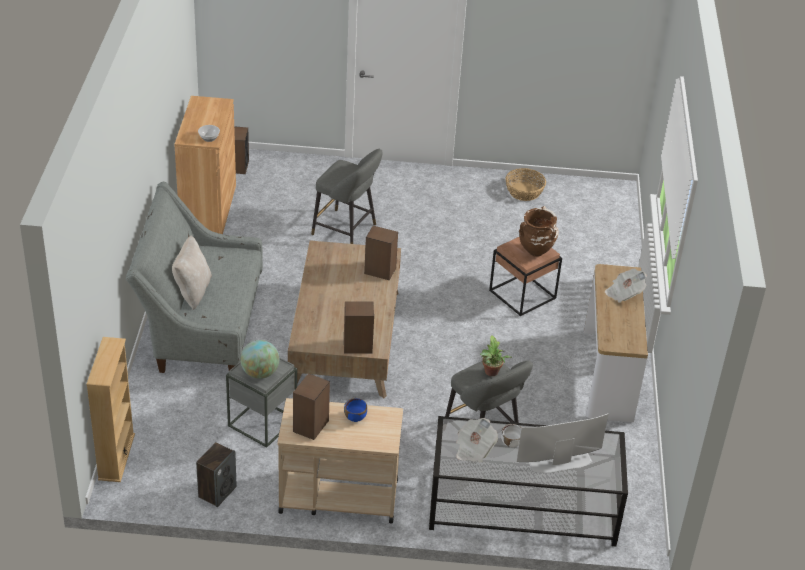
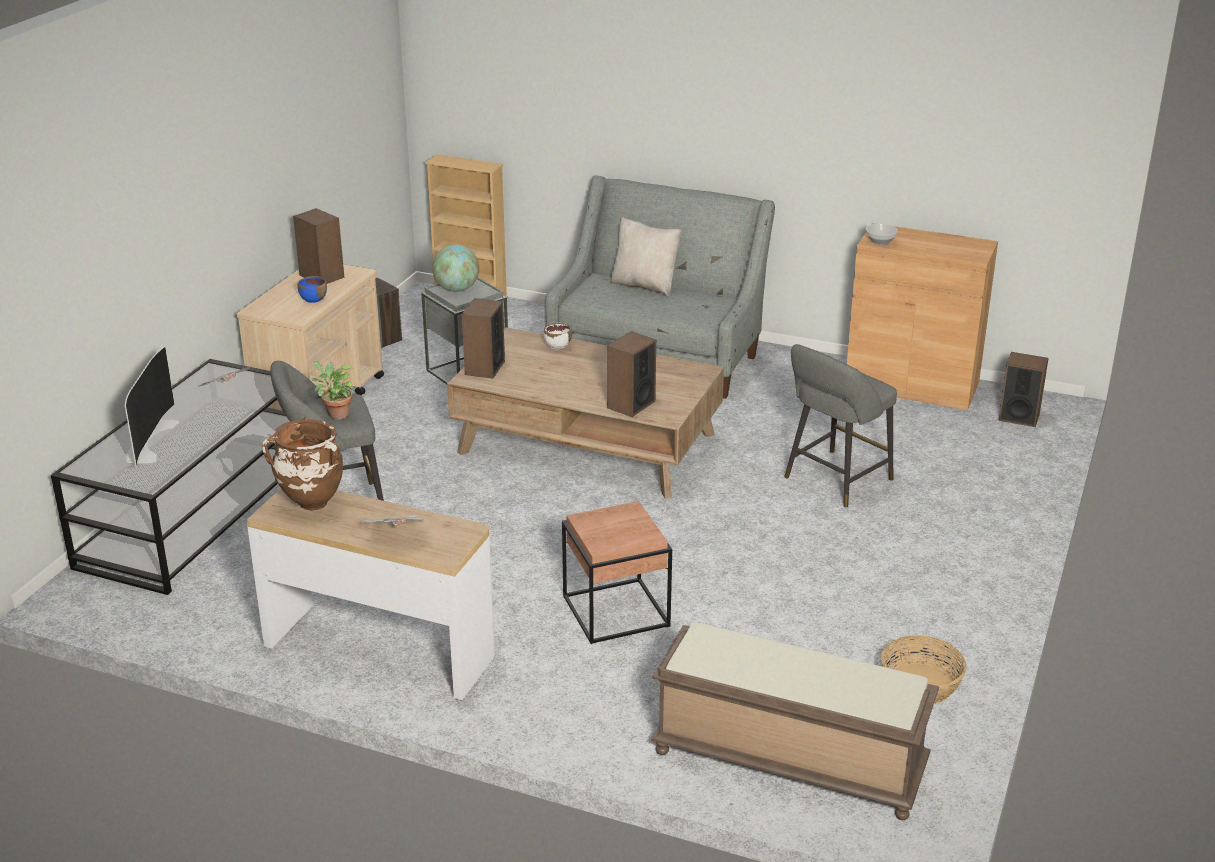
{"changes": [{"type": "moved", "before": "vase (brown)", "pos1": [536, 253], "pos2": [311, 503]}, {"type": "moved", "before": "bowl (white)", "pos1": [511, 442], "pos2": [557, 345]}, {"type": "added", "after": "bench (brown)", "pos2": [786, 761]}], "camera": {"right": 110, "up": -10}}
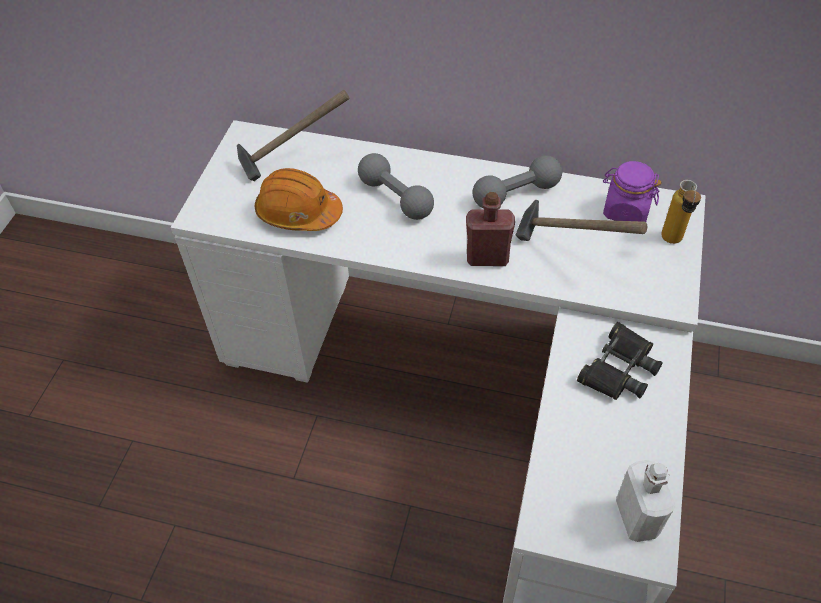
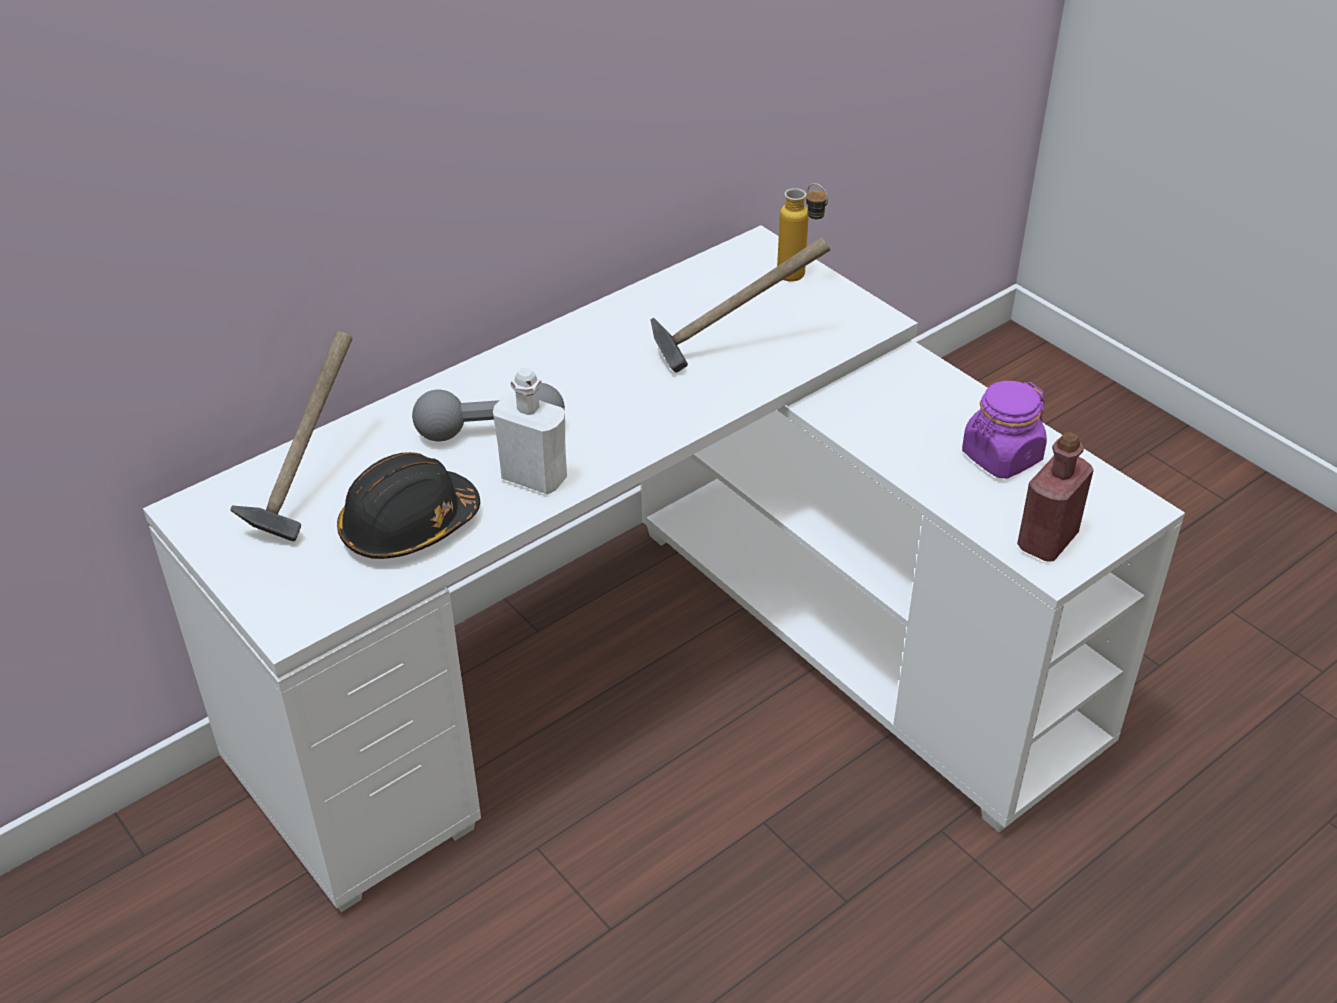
{"changes": [{"type": "removed", "before": "dumbbell (grey)", "pos1": [516, 194]}, {"type": "moved", "before": "jar (purple)", "pos1": [625, 210], "pos2": [1001, 457]}, {"type": "recoloured", "before": "hard hat (orange)", "after": "hard hat (black)", "pos1": [298, 213], "pos2": [409, 526]}, {"type": "moved", "before": "bottle (red)", "pos1": [487, 258], "pos2": [1047, 541]}, {"type": "removed", "before": "binoculars (black)", "pos1": [619, 368]}, {"type": "moved", "before": "bottle (white)", "pos1": [637, 517], "pos2": [534, 478]}], "camera": {"right": -55, "up": -10}}
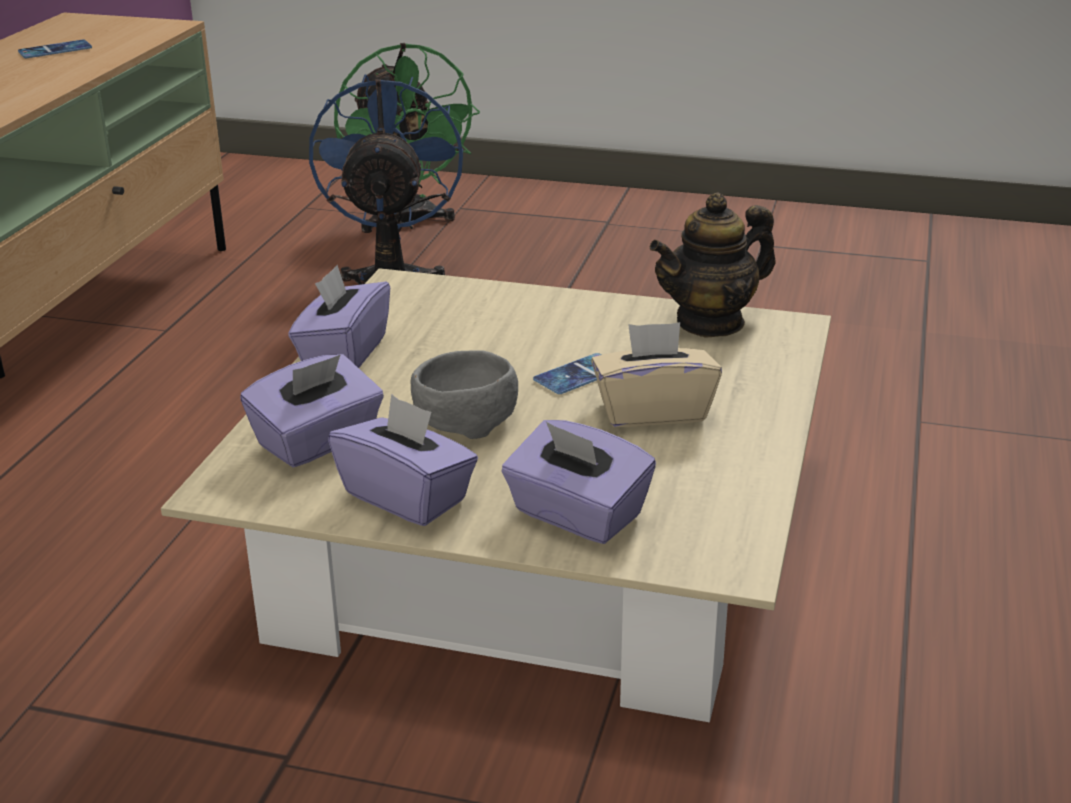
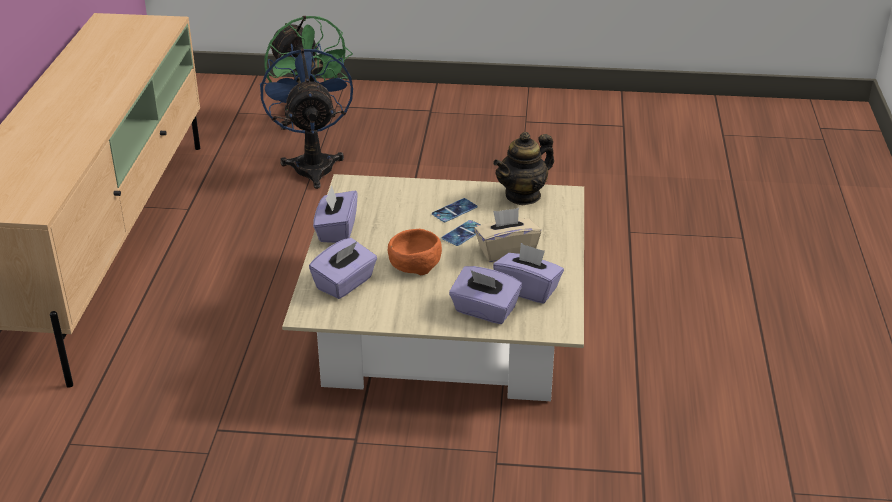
{"changes": [{"type": "moved", "before": "phone", "pos1": [55, 50], "pos2": [454, 210]}, {"type": "recoloured", "before": "bowl (grey)", "after": "bowl (orange)", "pos1": [463, 420], "pos2": [413, 265]}, {"type": "moved", "before": "tissue box (purple)", "pos1": [407, 496], "pos2": [527, 290]}], "camera": {"right": -10, "up": 5}}
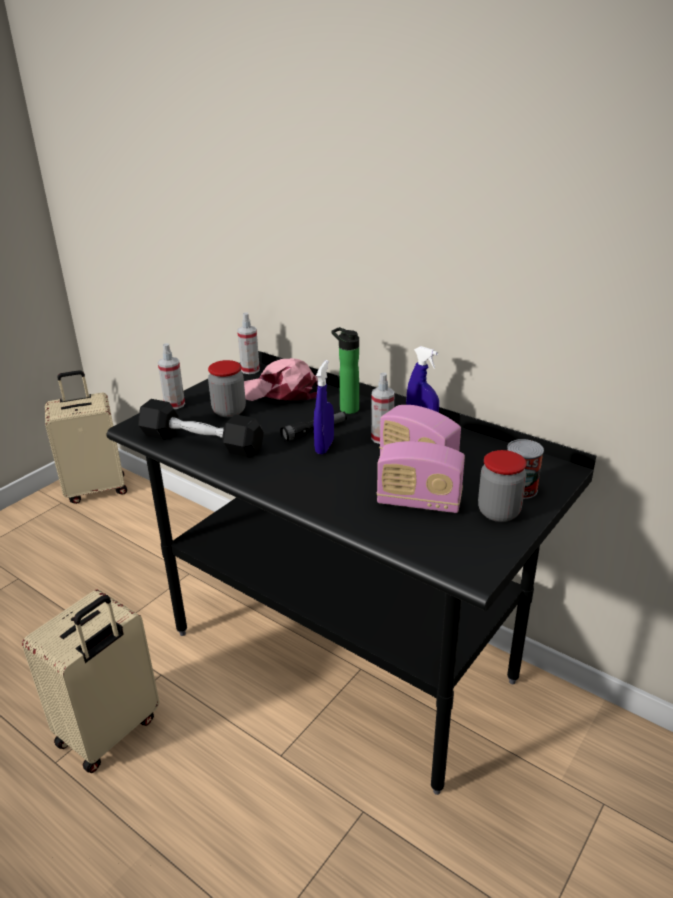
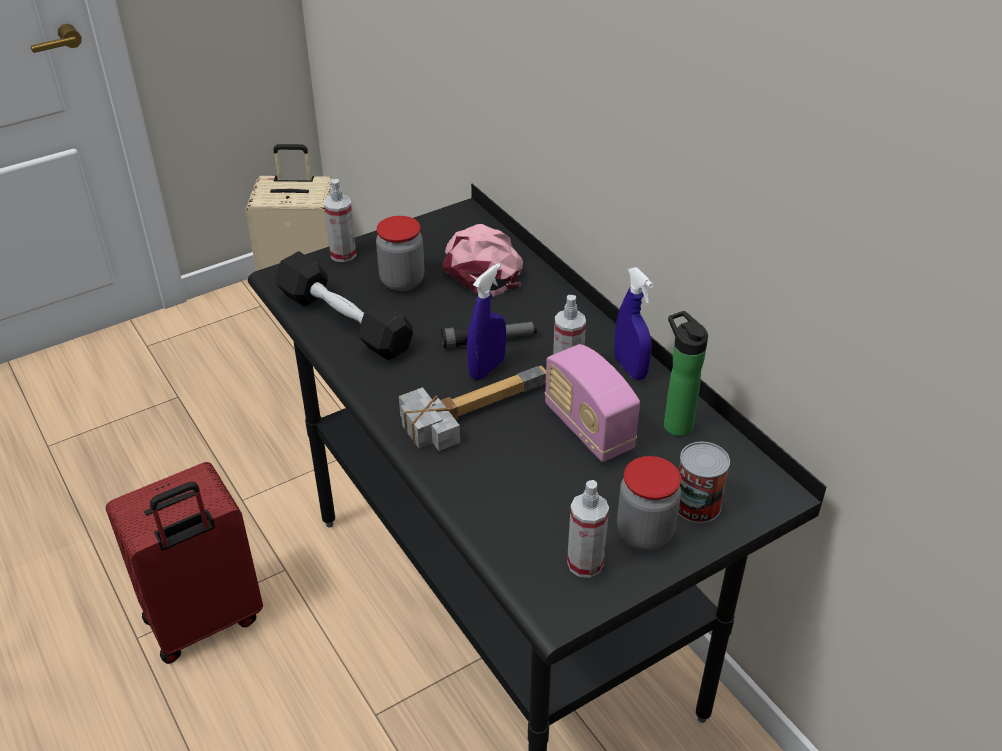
{"changes": [{"type": "moved", "before": "spray bottle", "pos1": [250, 370], "pos2": [585, 563]}, {"type": "moved", "before": "bottle", "pos1": [347, 408], "pos2": [675, 423]}, {"type": "turned", "before": "cap (pink)", "pos1": [281, 392], "pos2": [482, 266], "turn": 45}, {"type": "removed", "before": "radio", "pos1": [419, 502]}, {"type": "recoloured", "before": "suitcase (beige)", "after": "suitcase (red)", "pos1": [110, 732], "pos2": [204, 622]}, {"type": "added", "after": "hammer", "pos2": [468, 407]}], "camera": {"right": 20, "up": 10}}
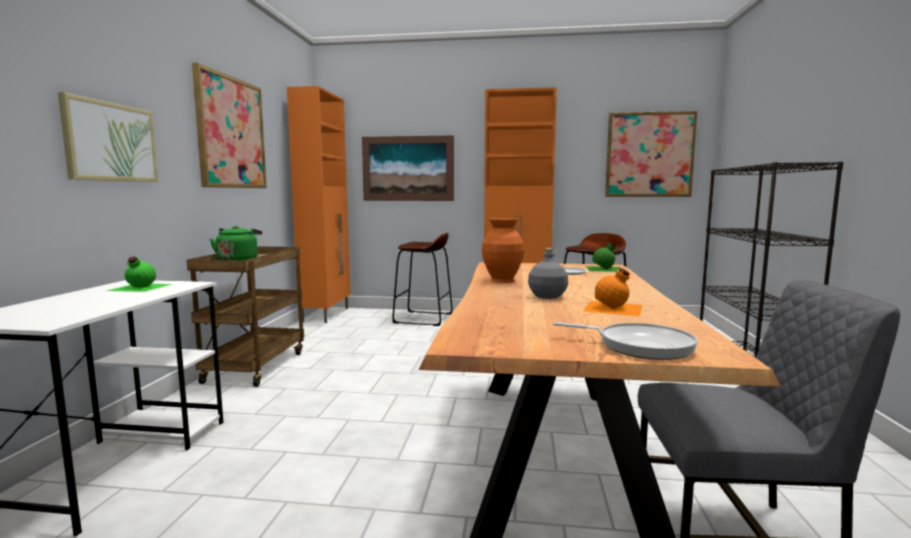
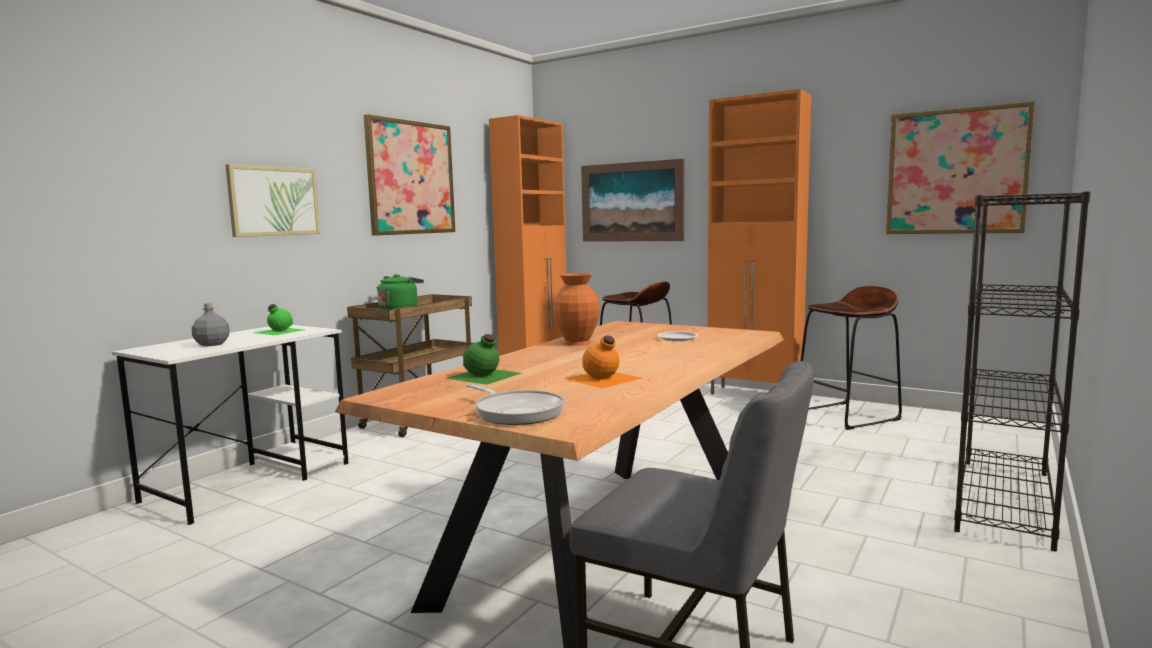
{"changes": [{"type": "moved", "before": "bottle (green)", "pos1": [605, 269], "pos2": [484, 376]}, {"type": "moved", "before": "bottle (grey)", "pos1": [547, 296], "pos2": [211, 344]}], "camera": {"right": 25, "up": 0}}
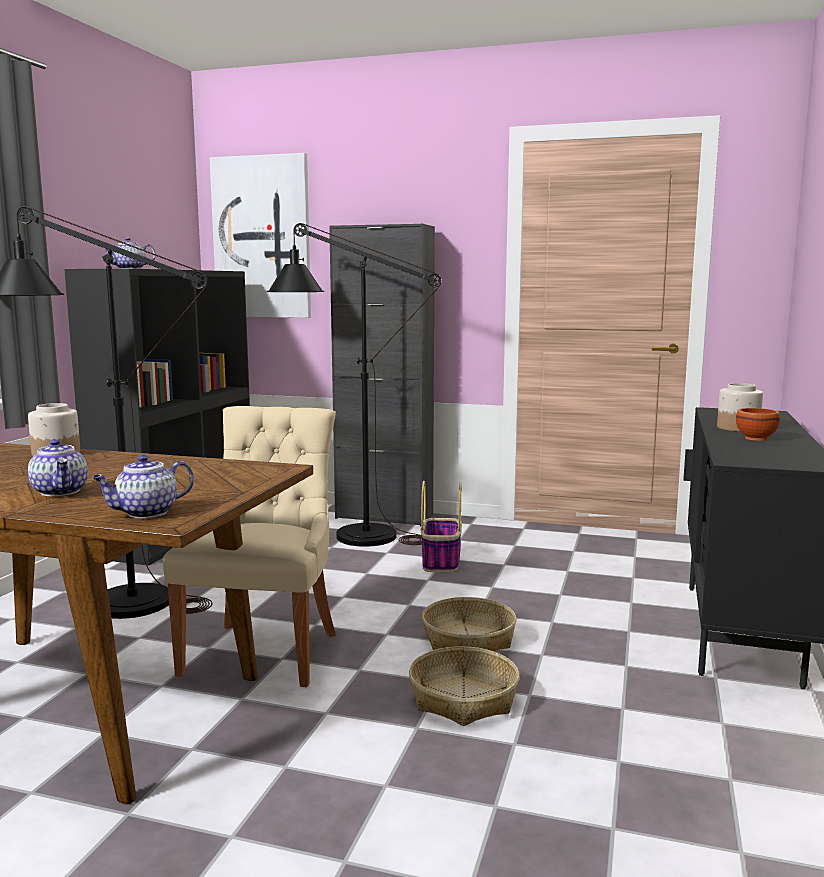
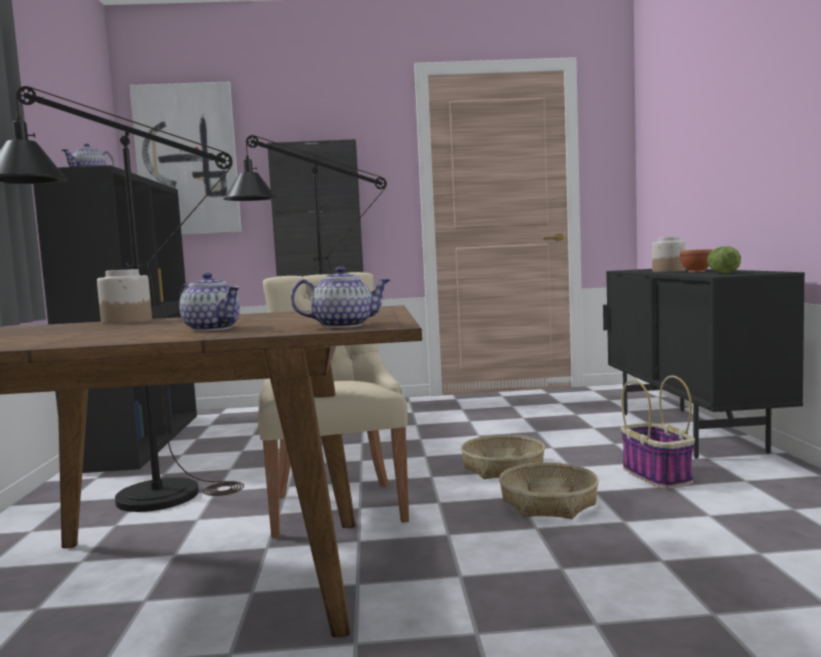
{"changes": [{"type": "turned", "before": "teapot", "pos1": [145, 513], "pos2": [344, 325], "turn": -135}, {"type": "moved", "before": "basket", "pos1": [441, 562], "pos2": [658, 476]}, {"type": "added", "after": "lettuce", "pos2": [721, 273]}], "camera": {"right": -20, "up": -5}}
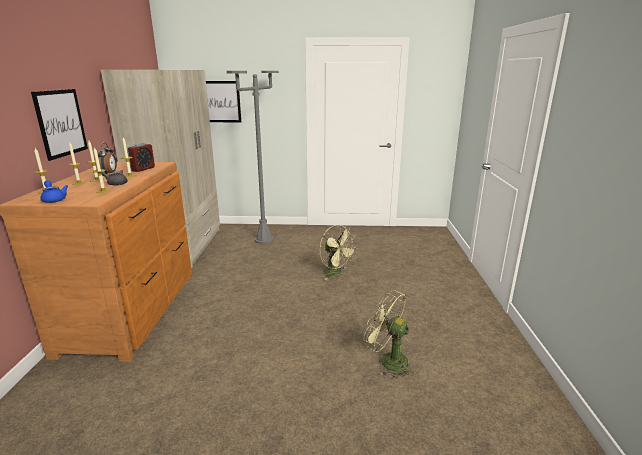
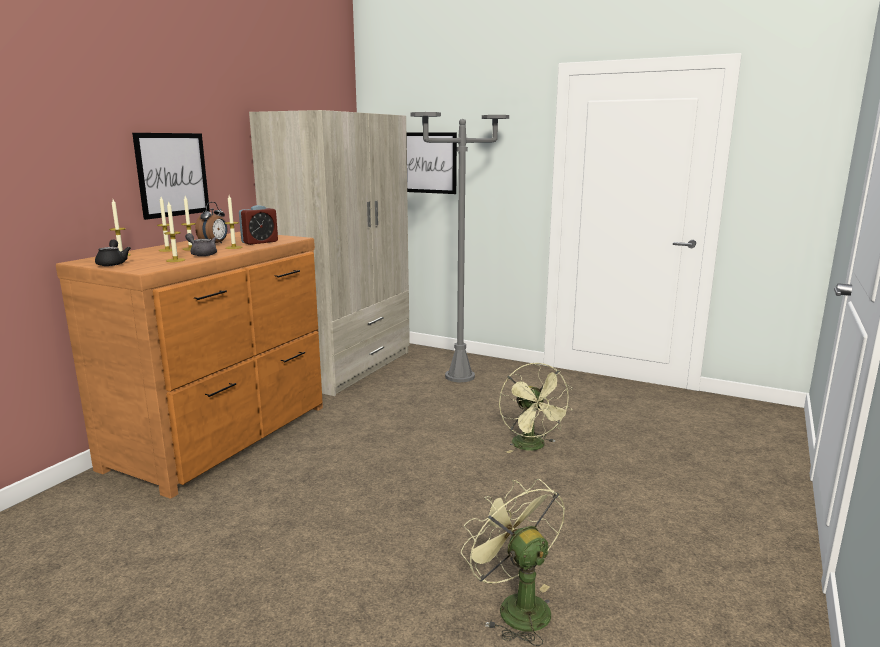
{"changes": [{"type": "recoloured", "before": "teapot (blue)", "after": "teapot (black)", "pos1": [54, 199], "pos2": [113, 263]}], "camera": {"right": 25, "up": -5}}
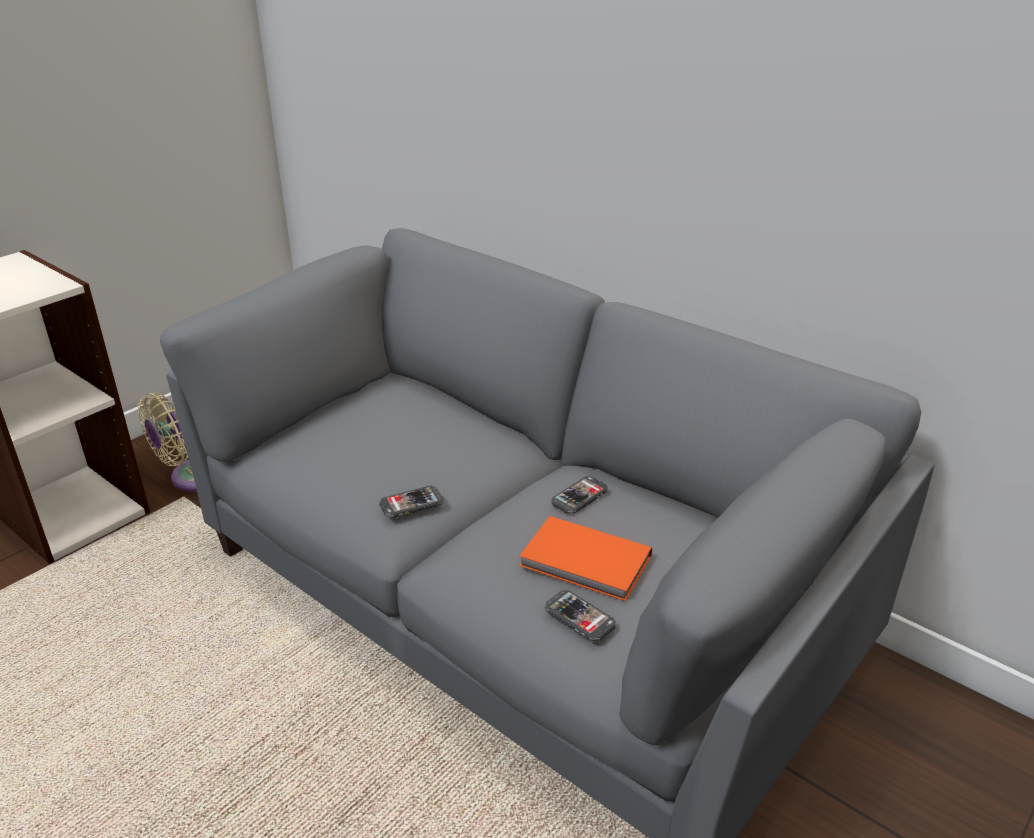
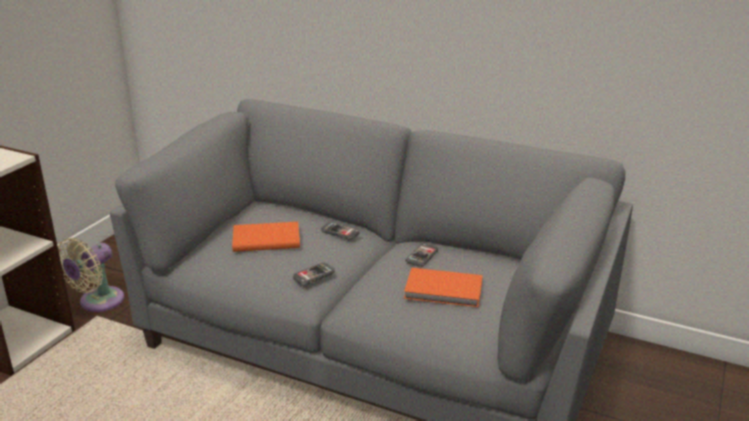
{"changes": [{"type": "moved", "before": "phone", "pos1": [579, 617], "pos2": [340, 232]}, {"type": "added", "after": "book (orange)", "pos2": [265, 239]}], "camera": {"right": -15, "up": -5}}
